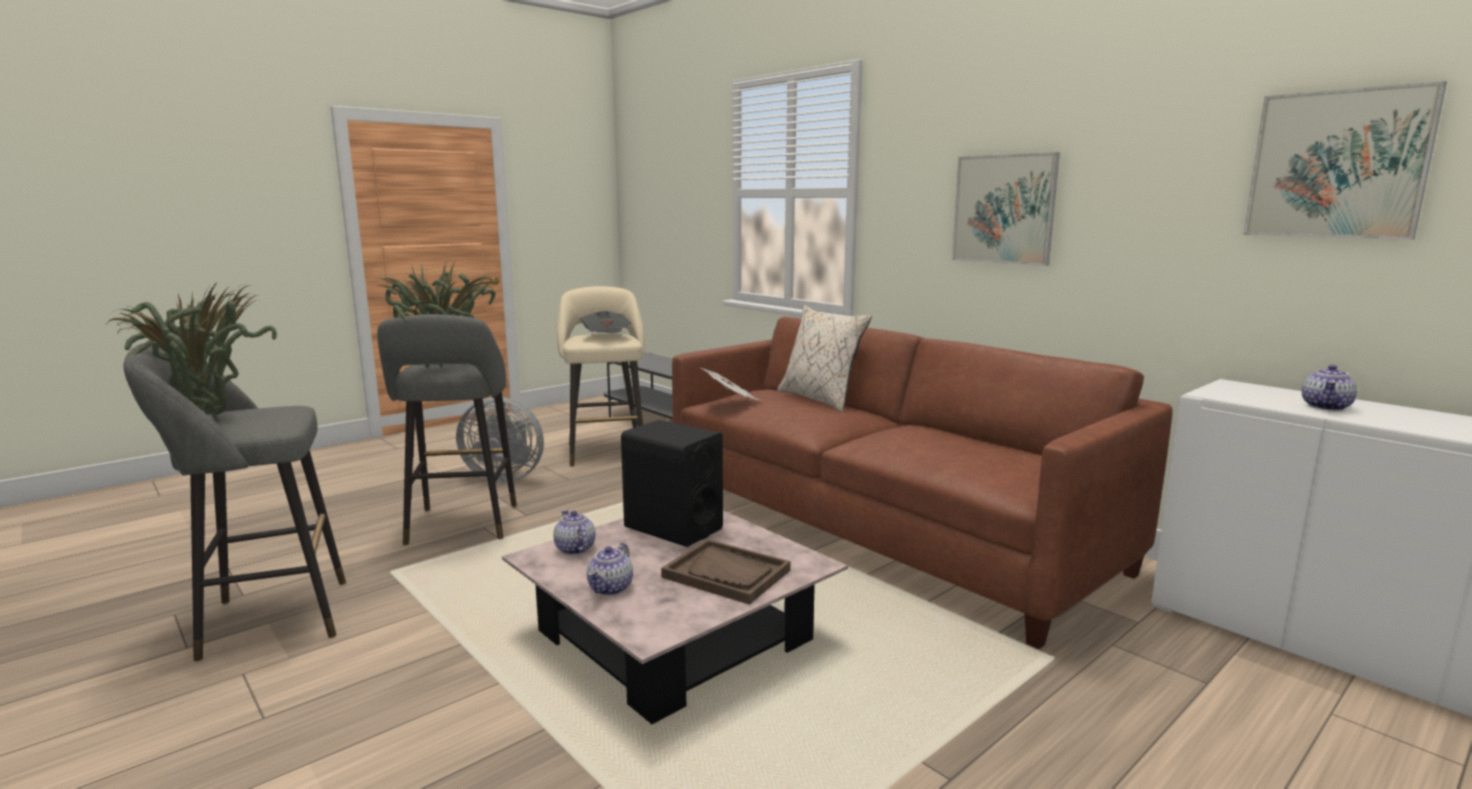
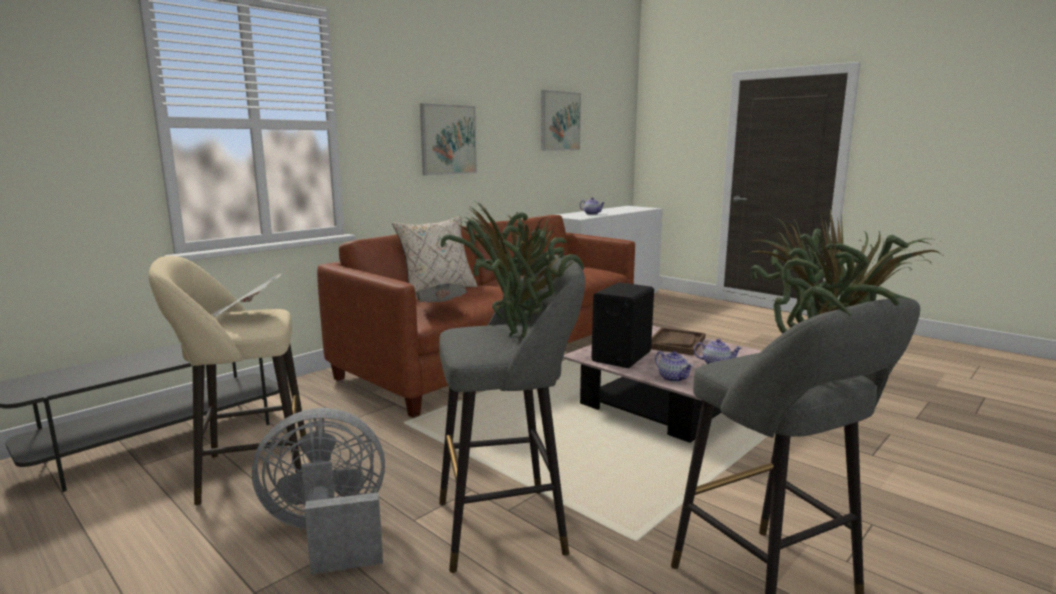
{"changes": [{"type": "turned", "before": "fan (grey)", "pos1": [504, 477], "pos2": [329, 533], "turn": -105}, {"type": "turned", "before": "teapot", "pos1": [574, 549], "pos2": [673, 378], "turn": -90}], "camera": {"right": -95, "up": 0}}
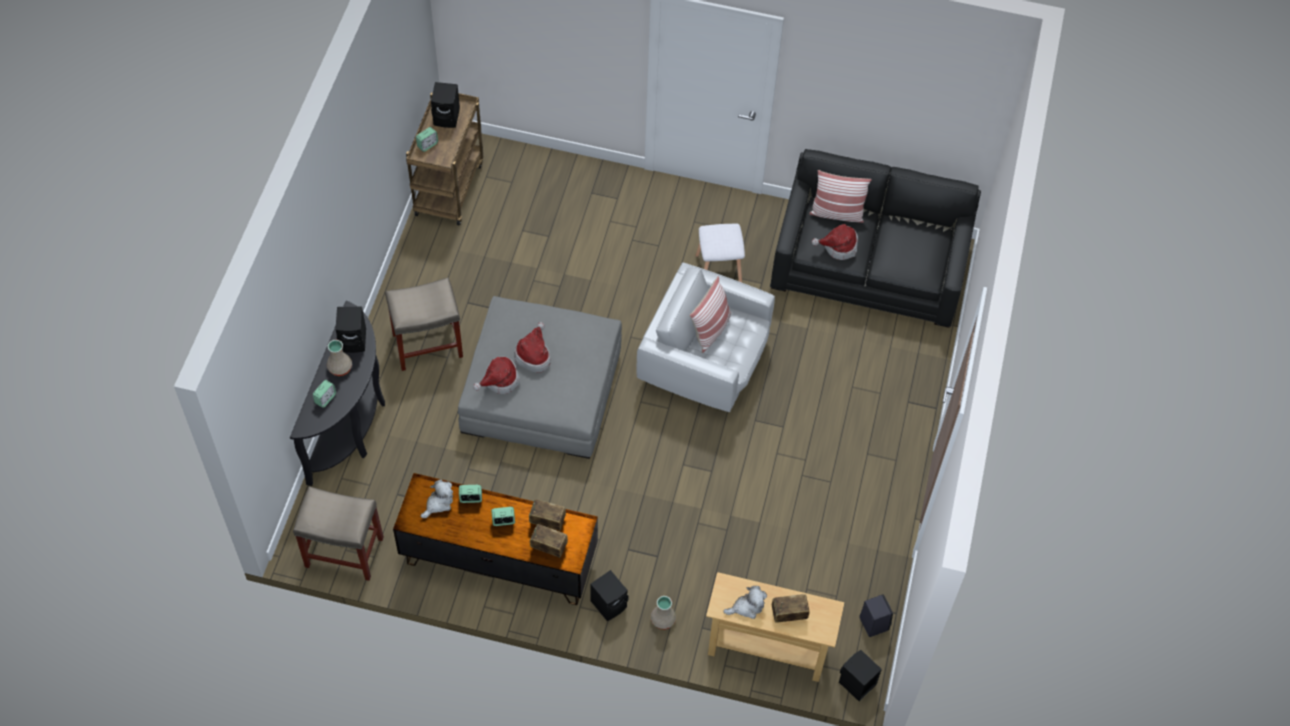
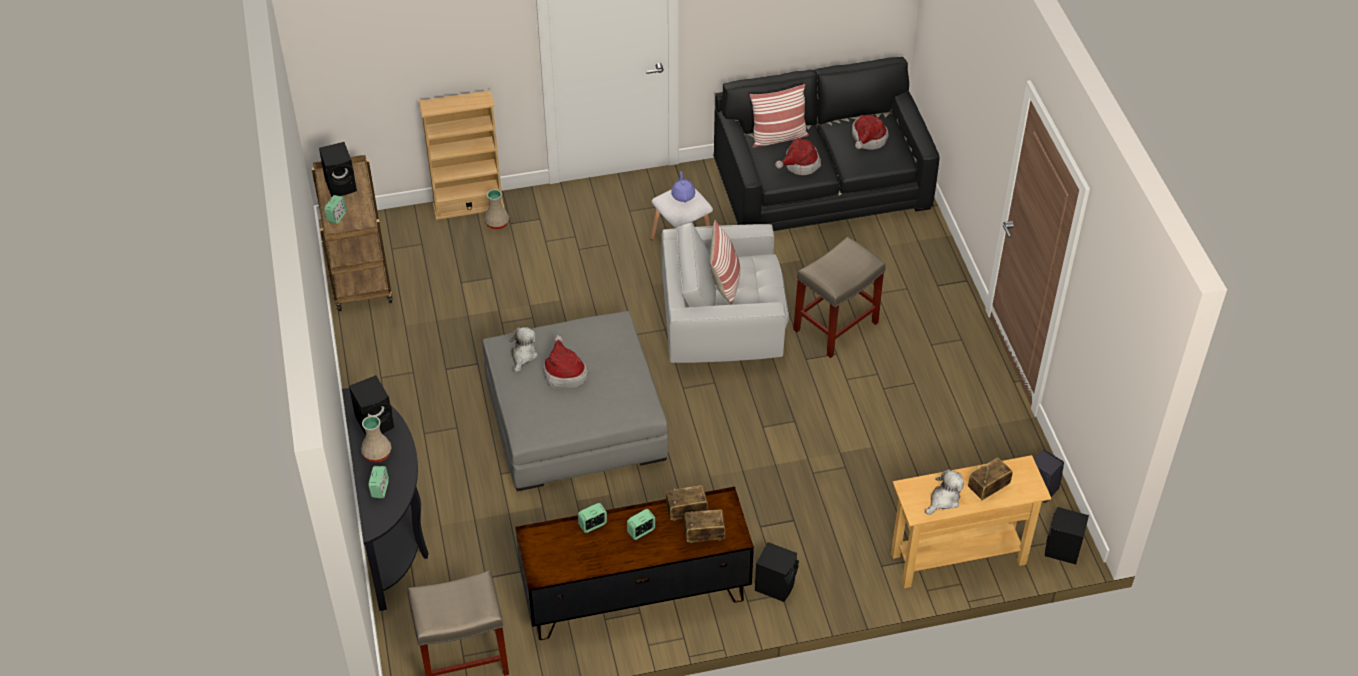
{"changes": [{"type": "moved", "before": "stool (beige)", "pos1": [428, 344], "pos2": [836, 325]}, {"type": "moved", "before": "hat", "pos1": [499, 380], "pos2": [867, 140]}, {"type": "moved", "before": "plush toy", "pos1": [438, 503], "pos2": [523, 355]}, {"type": "moved", "before": "vase (beige)", "pos1": [663, 619], "pos2": [497, 223]}, {"type": "added", "after": "bookcase (beige)", "pos2": [468, 206]}, {"type": "added", "after": "teapot (purple)", "pos2": [683, 195]}], "camera": {"right": -25, "up": -10}}
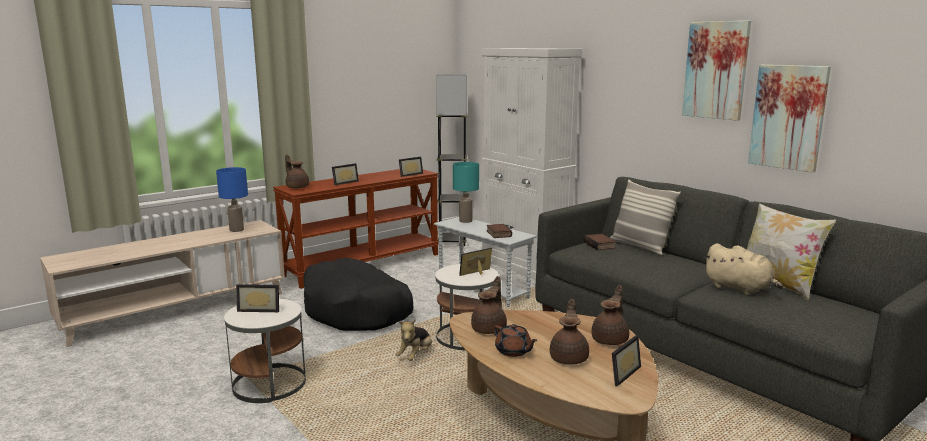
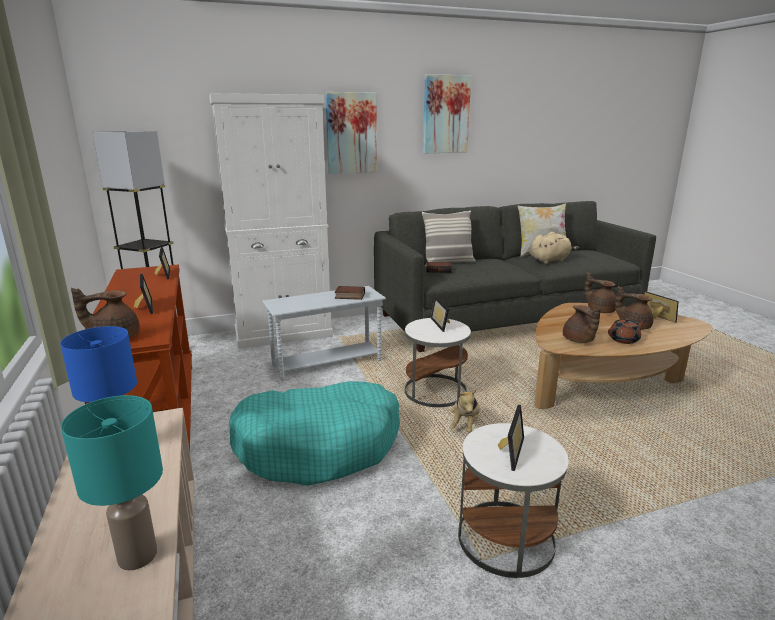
{"changes": [{"type": "moved", "before": "picture", "pos1": [788, 117], "pos2": [351, 133]}, {"type": "moved", "before": "table lamp (turquoise)", "pos1": [465, 221], "pos2": [137, 557]}, {"type": "recoloured", "before": "dog bed (black)", "after": "dog bed (turquoise)", "pos1": [357, 310], "pos2": [319, 445]}, {"type": "turned", "before": "teapot (brown)", "pos1": [490, 329], "pos2": [578, 340], "turn": -150}, {"type": "turned", "before": "plush toy", "pos1": [416, 355], "pos2": [465, 424], "turn": 60}], "camera": {"right": -70, "up": 5}}
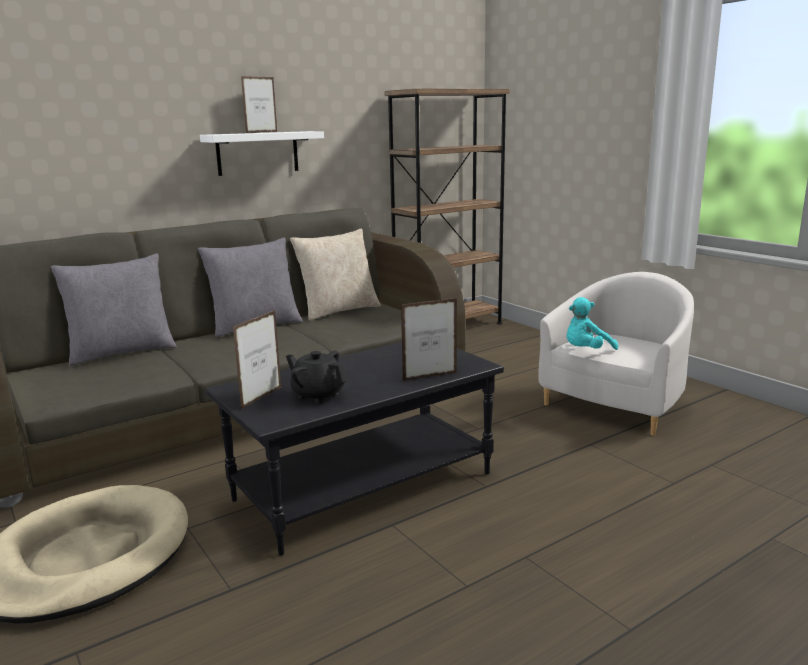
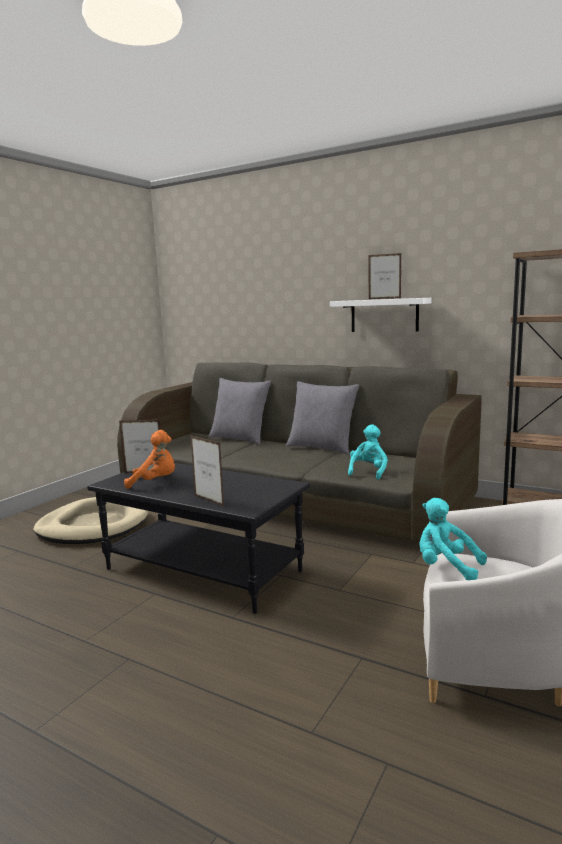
{"changes": [{"type": "removed", "before": "pillow (beige)", "pos1": [338, 310]}, {"type": "replaced", "before": "teapot (black)", "after": "plush toy (orange)", "pos1": [318, 395], "pos2": [155, 482]}, {"type": "added", "after": "plush toy (turquoise)", "pos2": [368, 472]}], "camera": {"right": 65, "up": -5}}
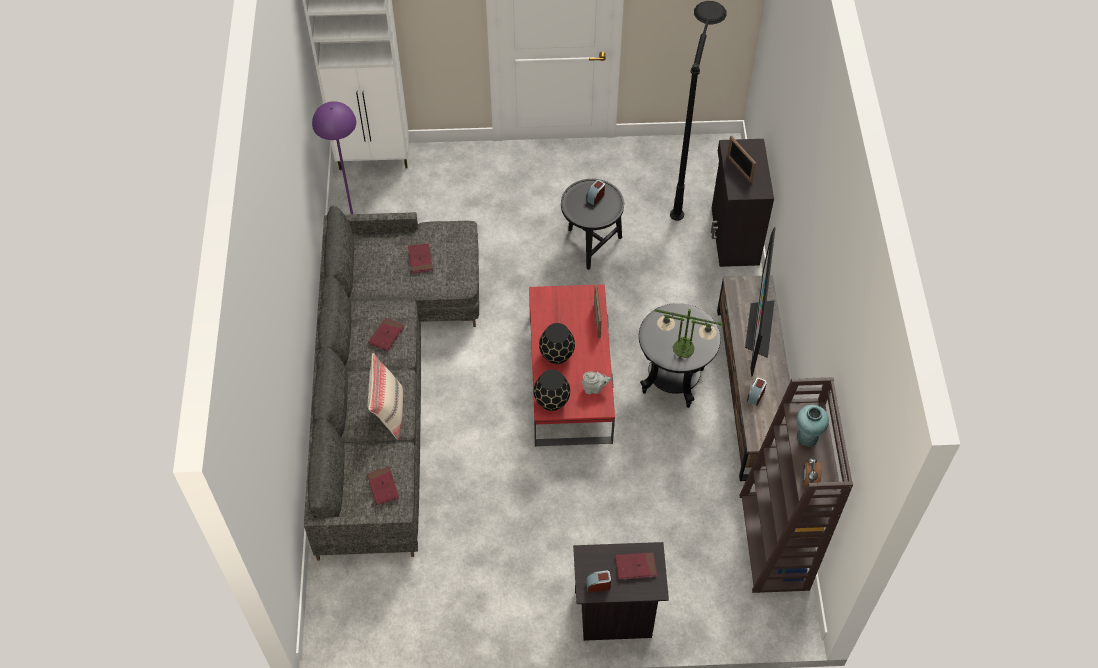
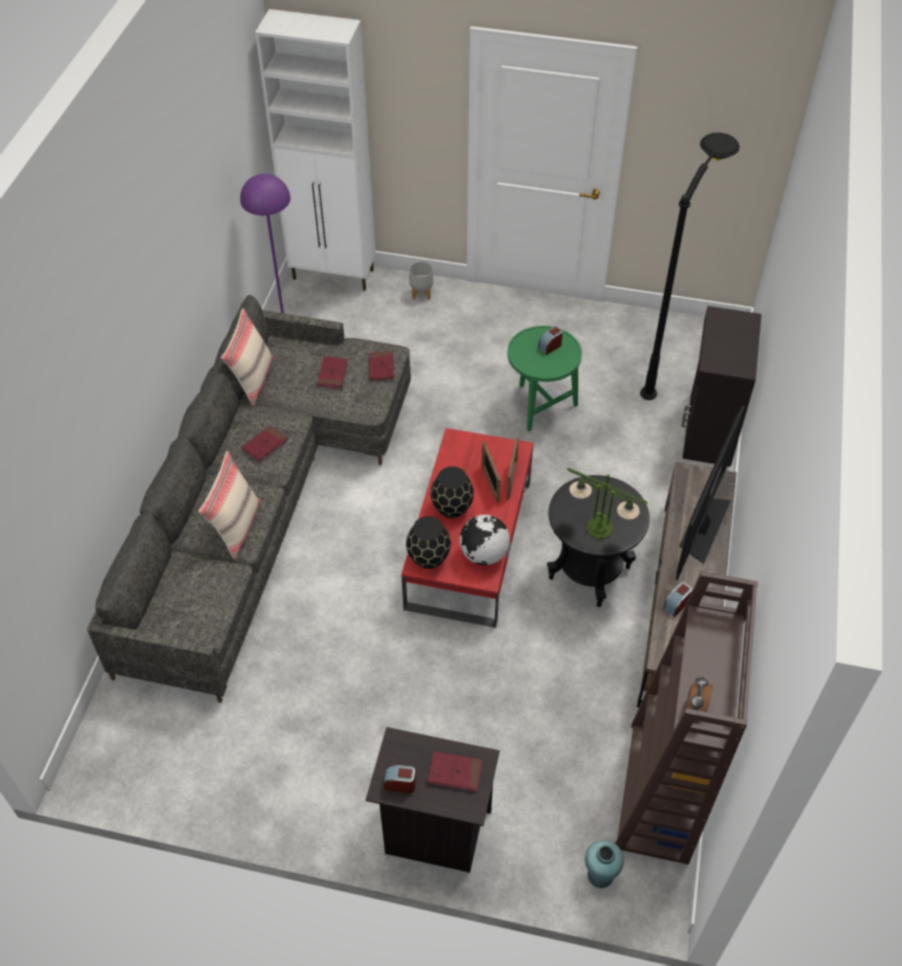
{"changes": [{"type": "moved", "before": "picture frame", "pos1": [739, 169], "pos2": [490, 483]}, {"type": "recoloured", "before": "side table (black)", "after": "side table (green)", "pos1": [590, 243], "pos2": [540, 404]}, {"type": "replaced", "before": "teapot (grey)", "after": "globe", "pos1": [594, 388], "pos2": [483, 554]}, {"type": "moved", "before": "vase (turquoise)", "pos1": [807, 437], "pos2": [600, 875]}, {"type": "moved", "before": "book (red)", "pos1": [383, 487], "pos2": [381, 367]}, {"type": "added", "after": "planter (grey)", "pos2": [421, 293]}, {"type": "added", "after": "pillow (beige)", "pos2": [253, 380]}], "camera": {"right": 15, "up": -5}}
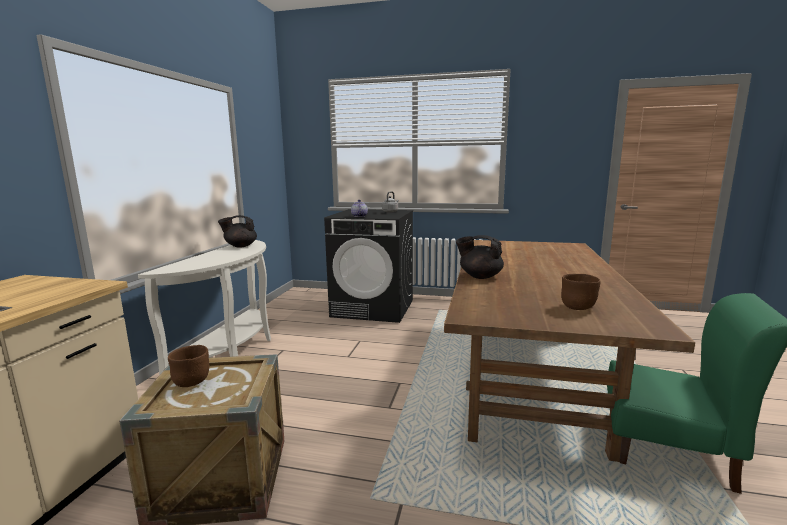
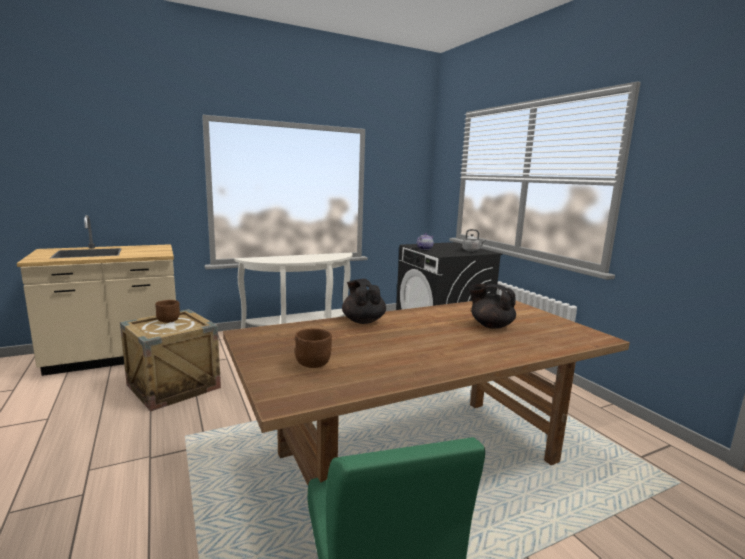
{"changes": [{"type": "moved", "before": "teapot (black)", "pos1": [240, 246], "pos2": [490, 325]}], "camera": {"right": 50, "up": 0}}
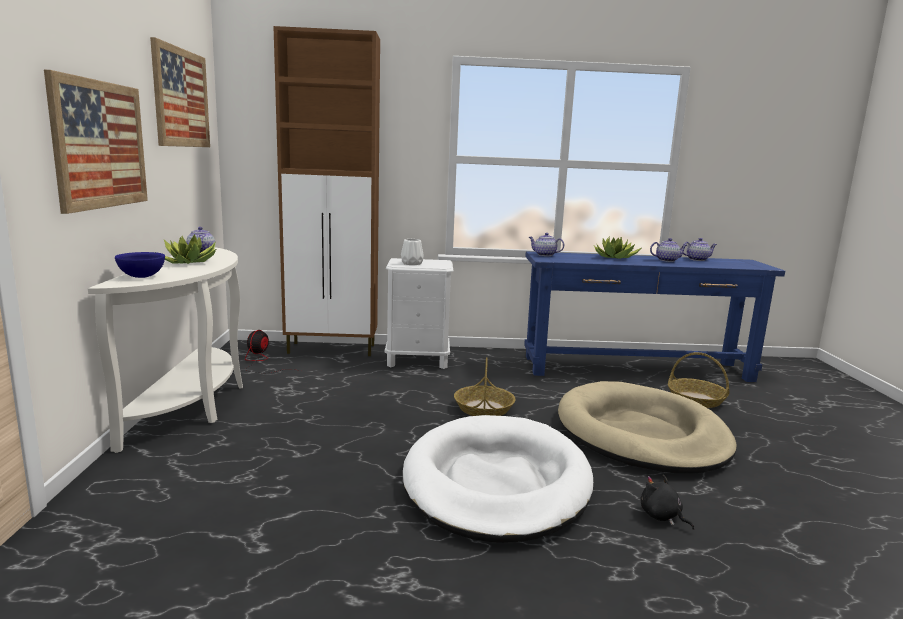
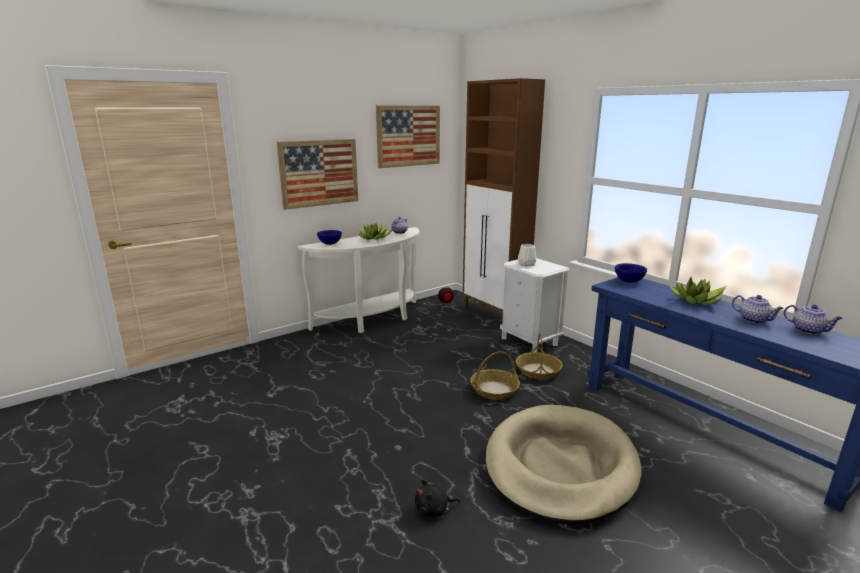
{"changes": [{"type": "replaced", "before": "teapot", "after": "bowl (blue)", "pos1": [544, 255], "pos2": [628, 281]}, {"type": "moved", "before": "basket", "pos1": [696, 399], "pos2": [538, 371]}, {"type": "removed", "before": "dog bed (white)", "pos1": [496, 483]}, {"type": "turned", "before": "plush toy (black)", "pos1": [662, 516], "pos2": [434, 509], "turn": -120}], "camera": {"right": 55, "up": 5}}
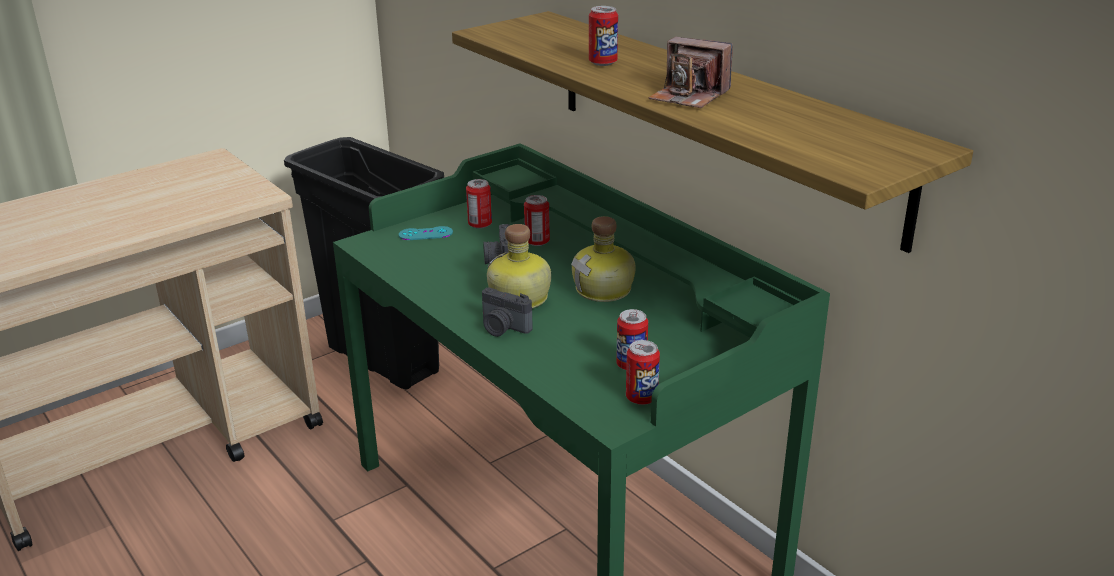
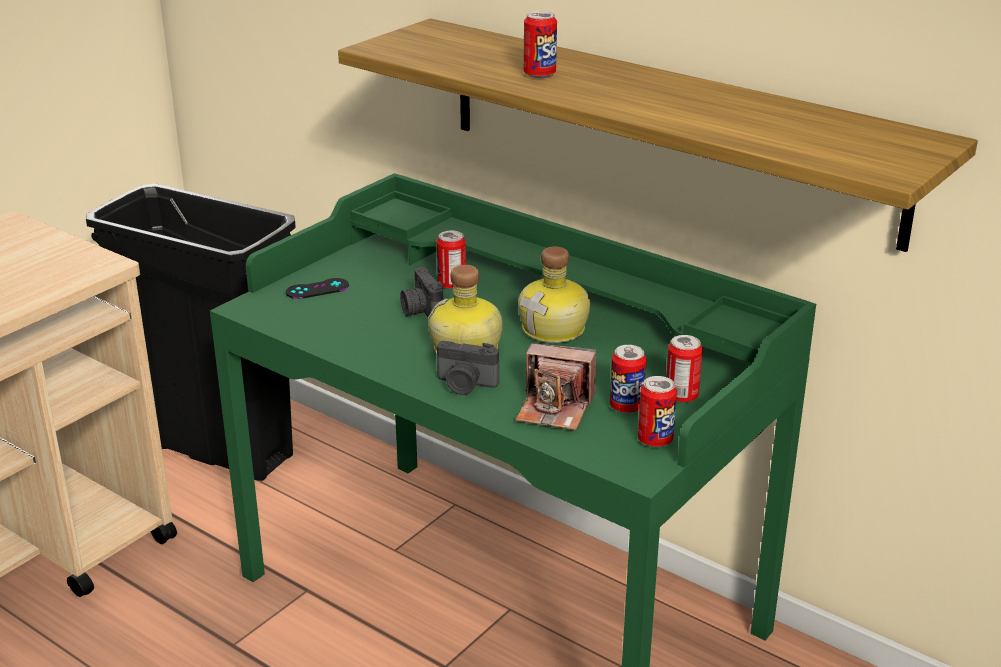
{"changes": [{"type": "moved", "before": "photo camera", "pos1": [689, 96], "pos2": [555, 408]}, {"type": "moved", "before": "can", "pos1": [480, 225], "pos2": [681, 396]}, {"type": "recoloured", "before": "game controller (turquoise)", "after": "game controller (black)", "pos1": [425, 234], "pos2": [317, 289]}], "camera": {"right": -15, "up": 0}}
